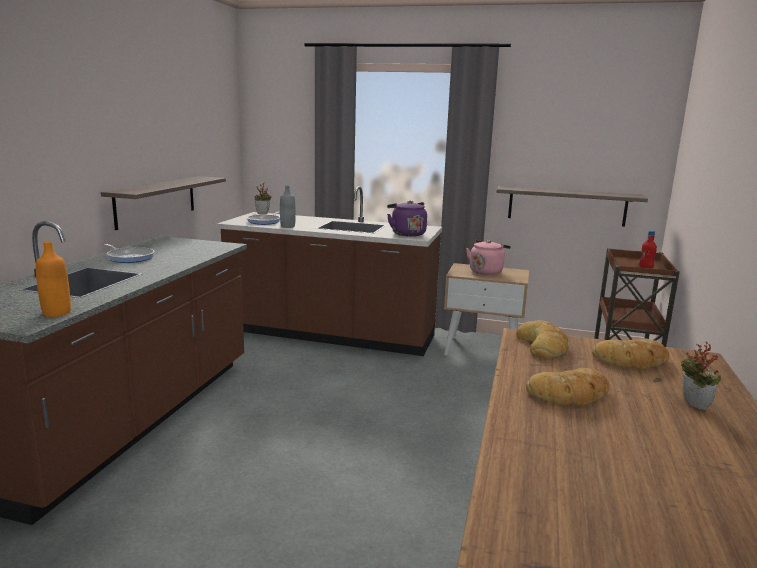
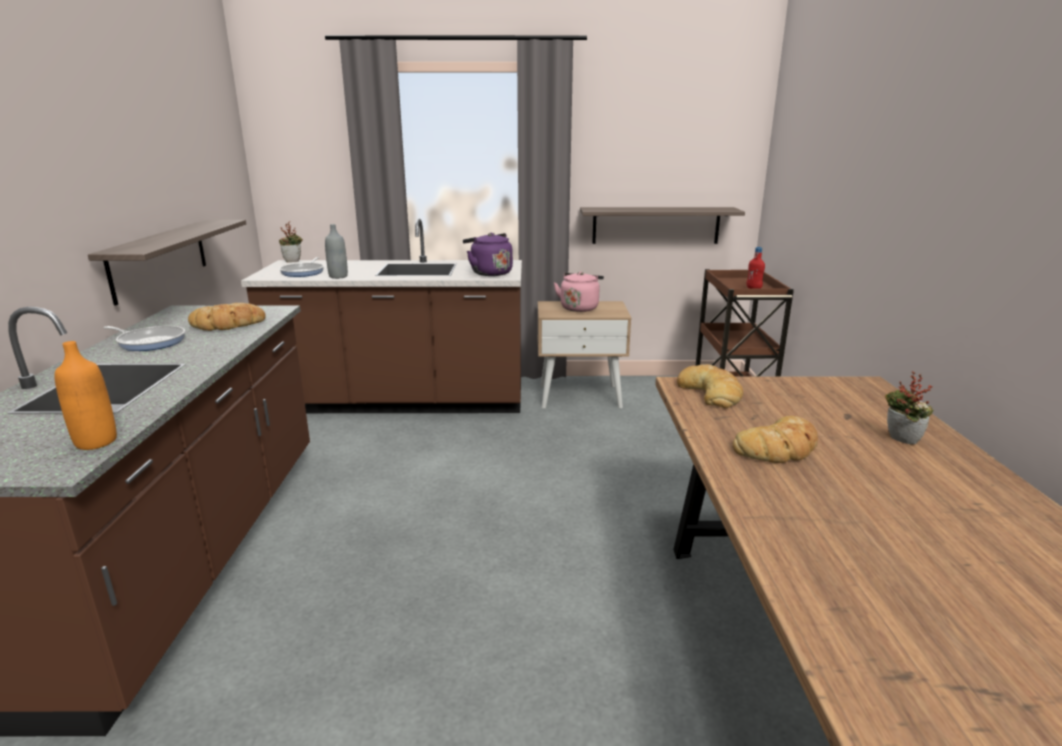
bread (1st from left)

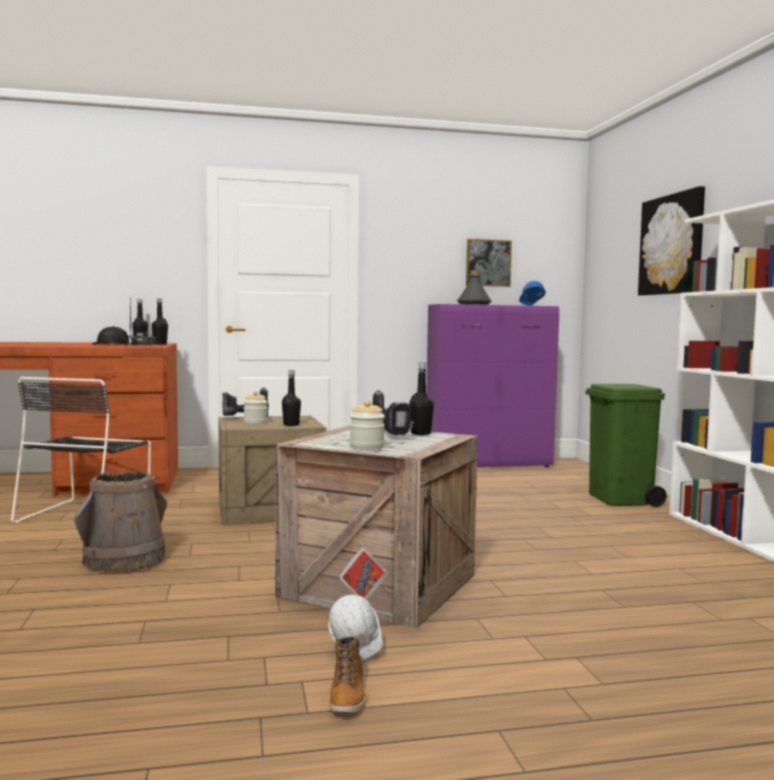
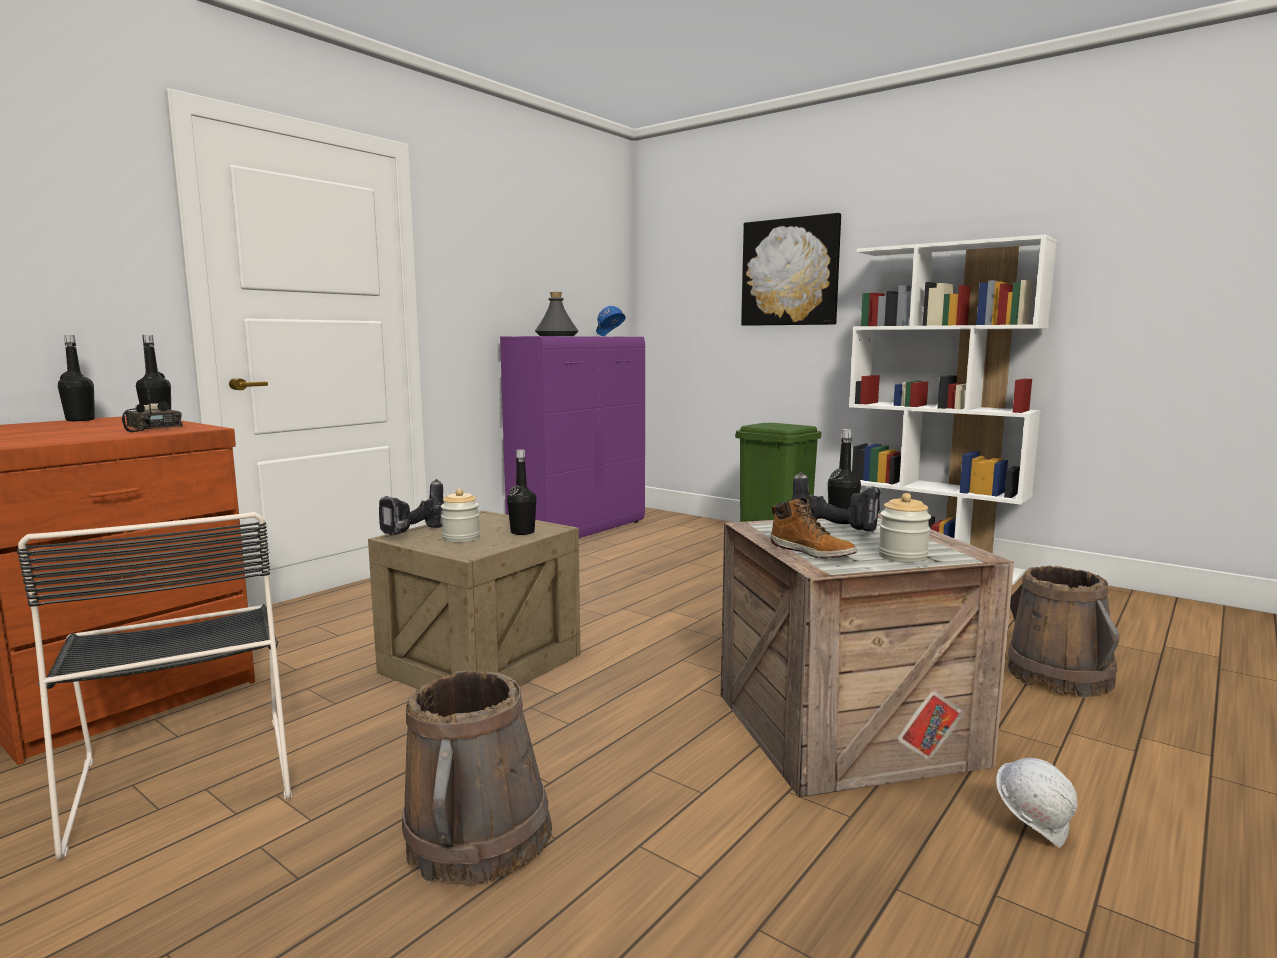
black cap; tall boot; wall art (1st from left in the first image); brown bucket (2nd from left)

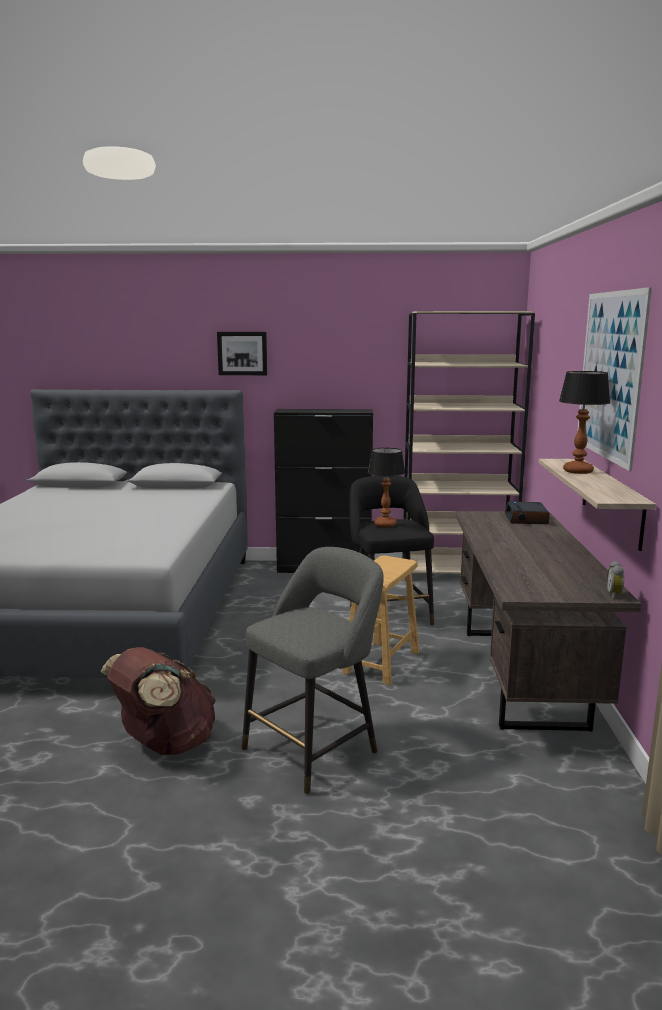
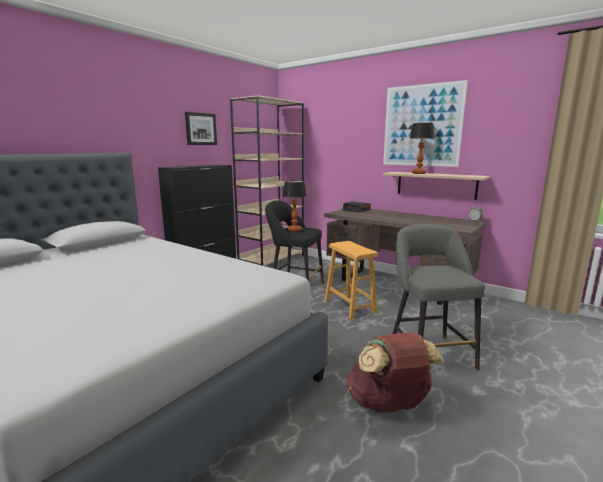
wall art (1st from left)

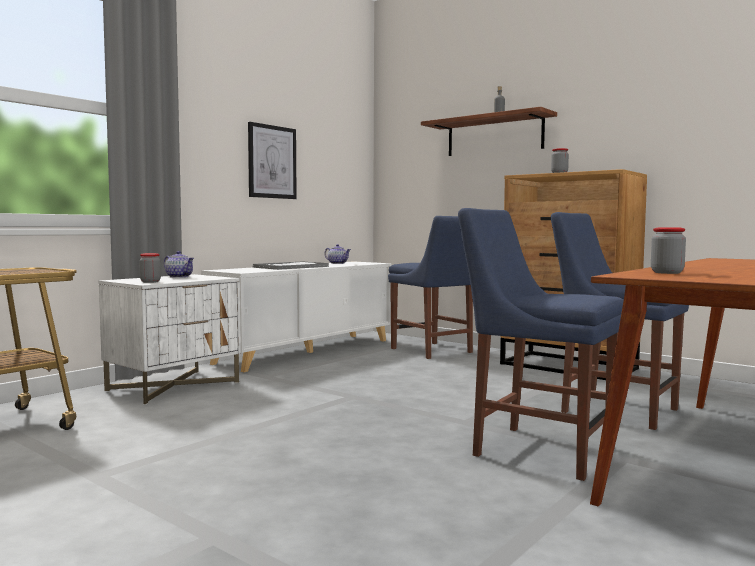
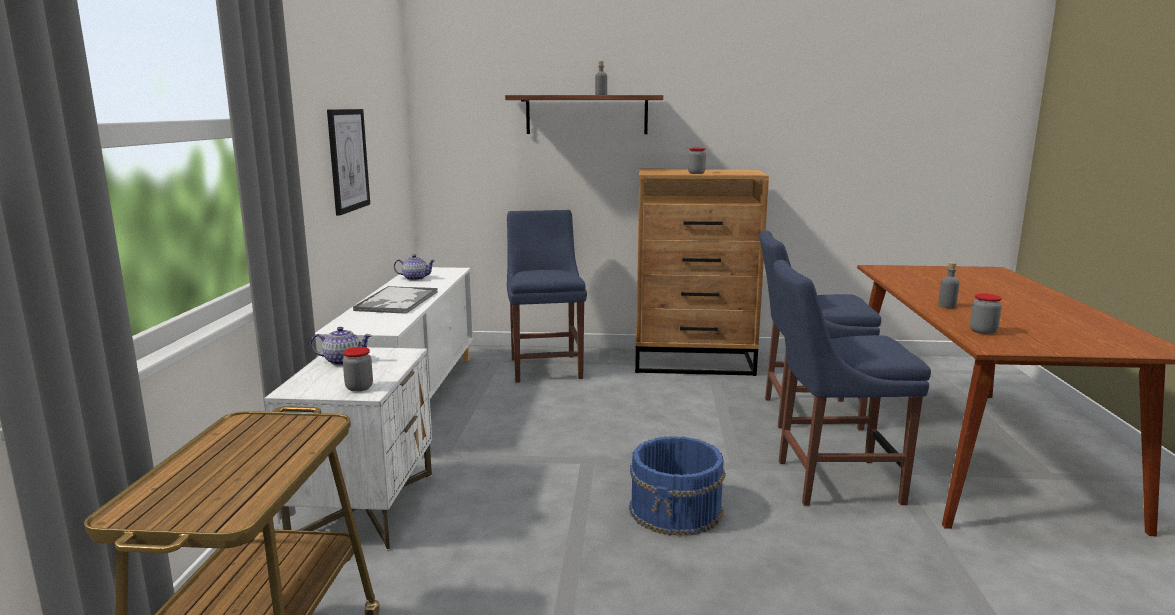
blue chair (1st from left); blue bucket; gray beverage bottle (2nd from left)

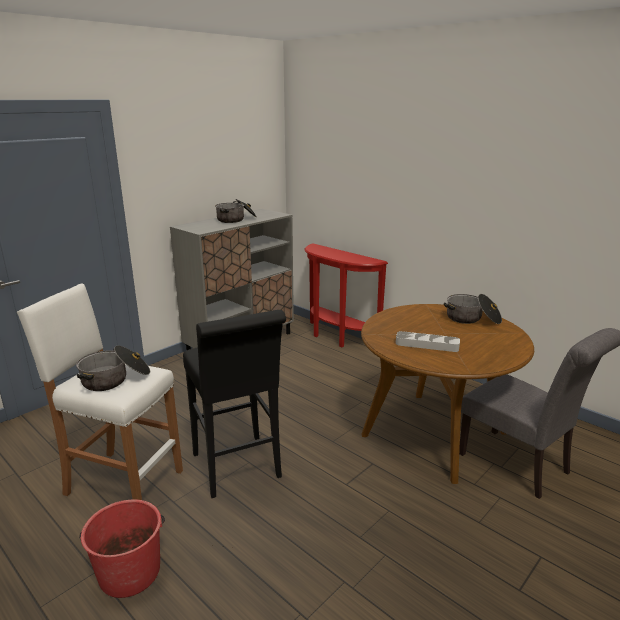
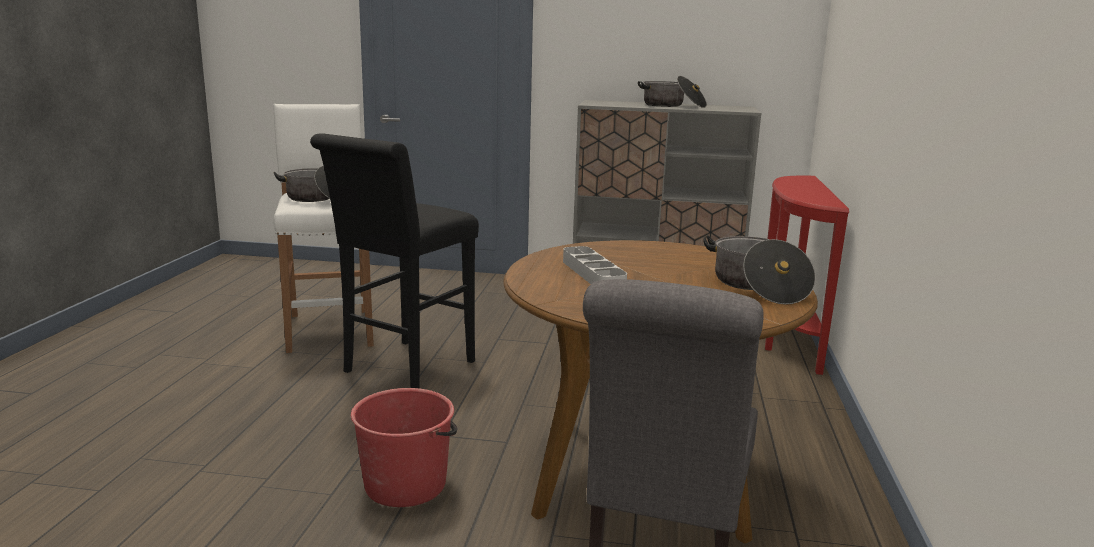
reddish bucket

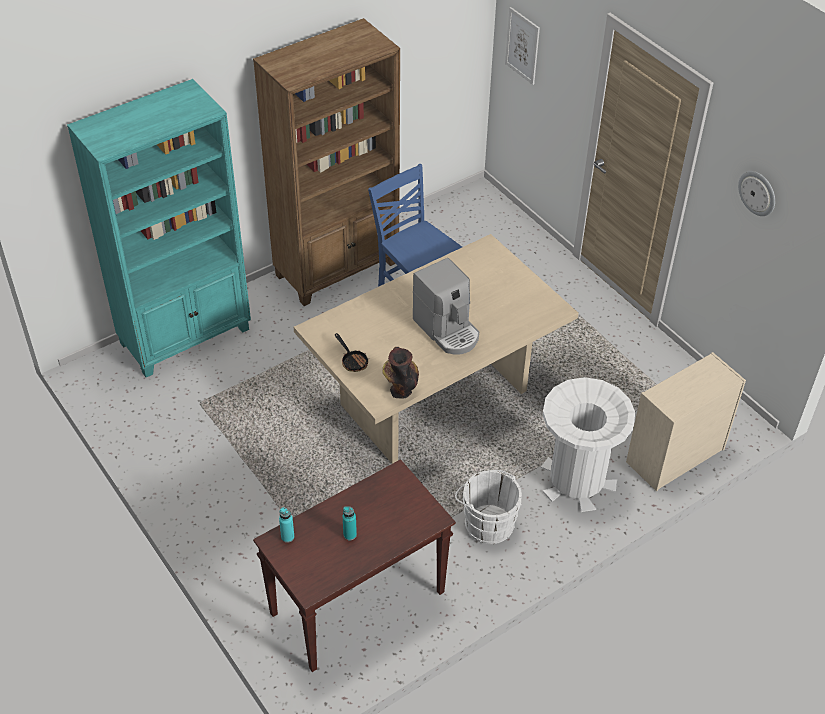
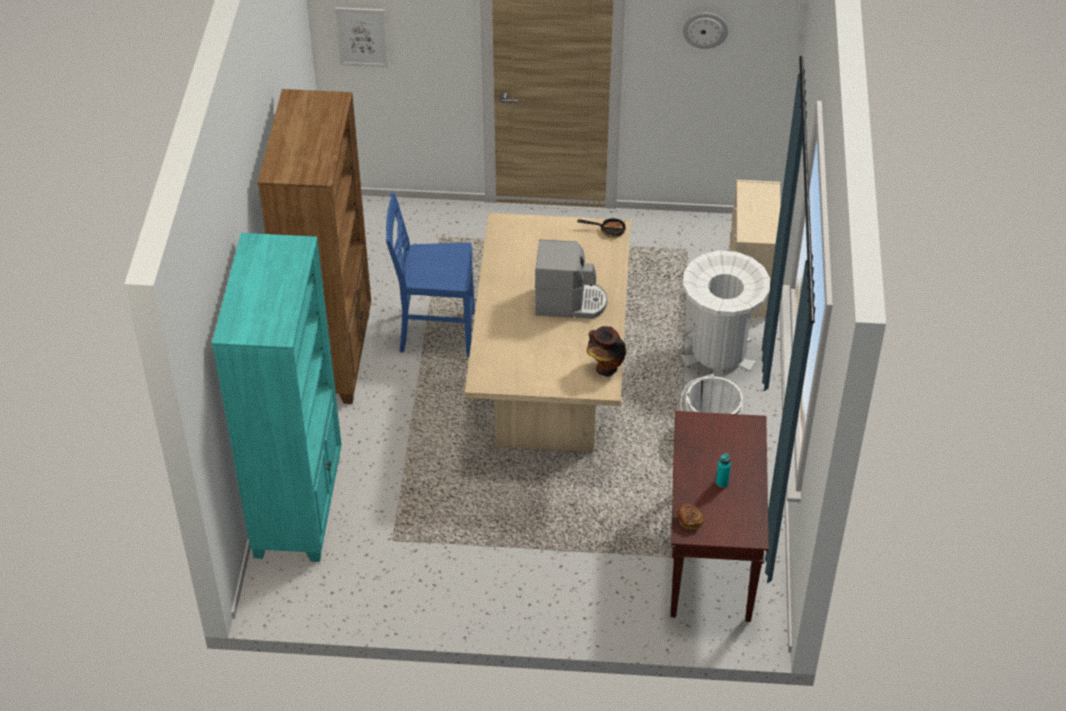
bread; pan

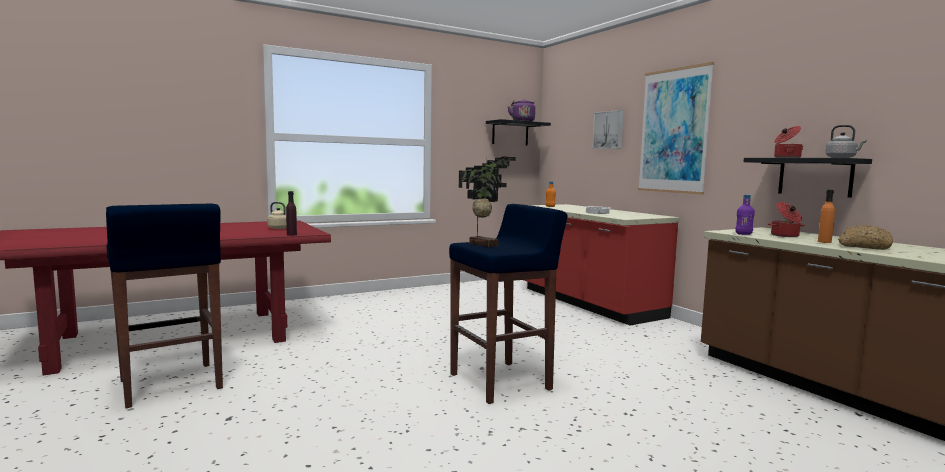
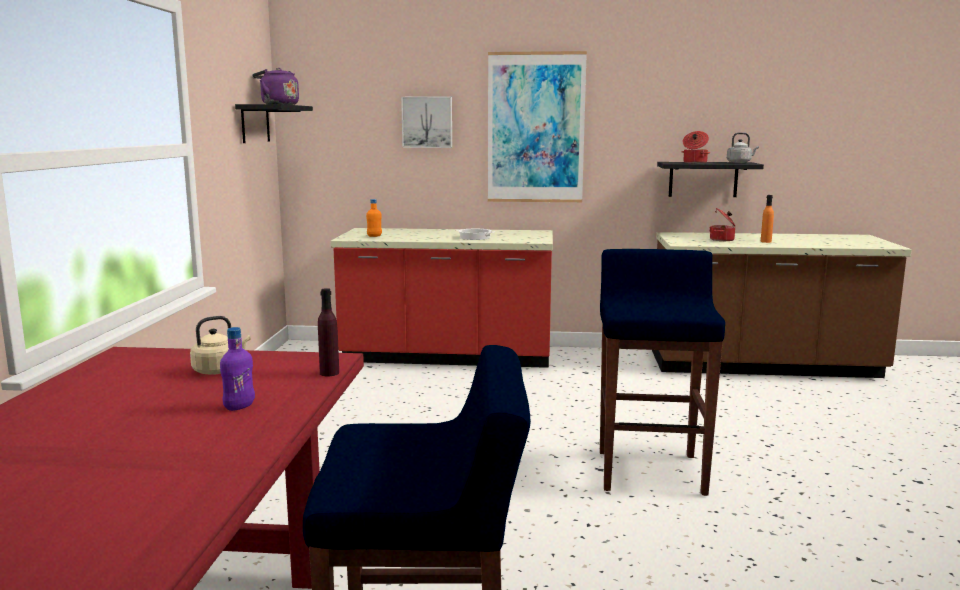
plant in a pot; purple beverage bottle (1st from left); bread

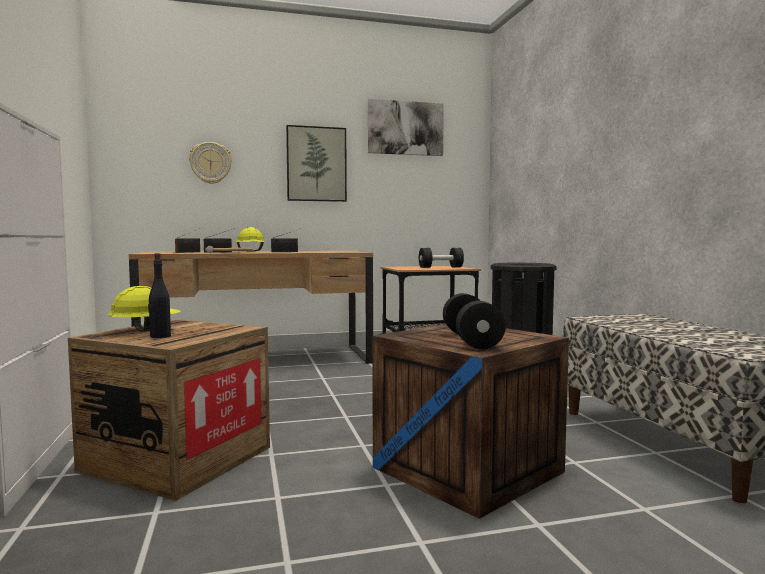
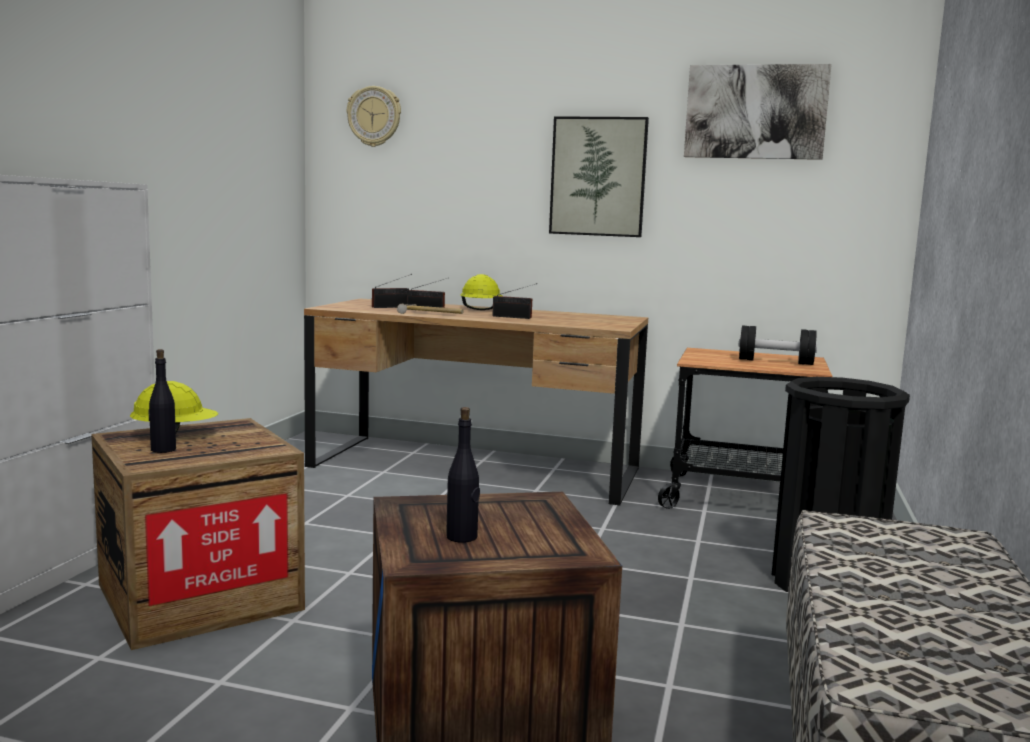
hanging clock; black beverage bottle (2nd from left)

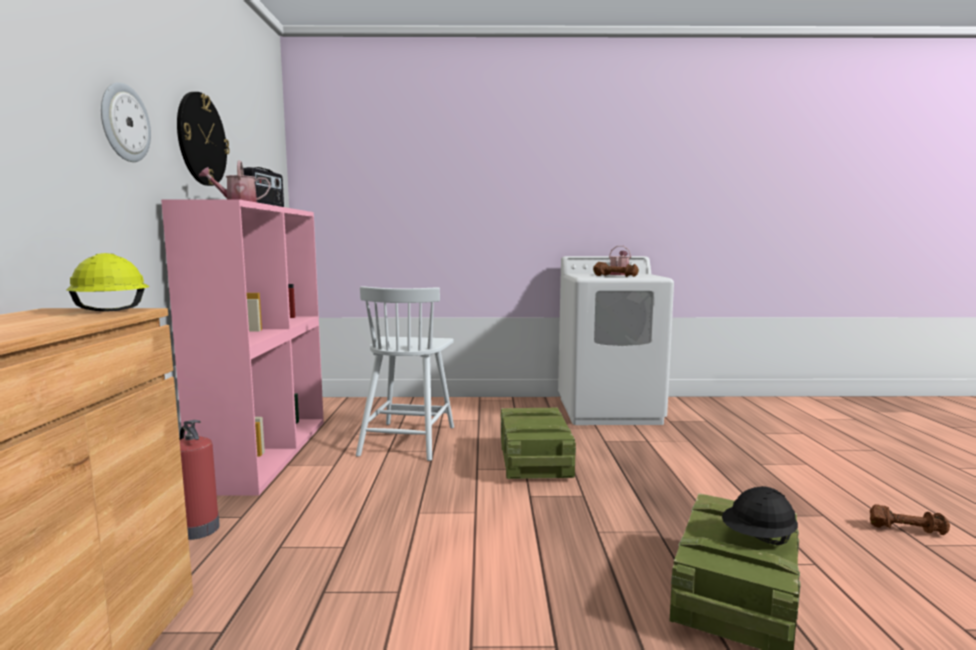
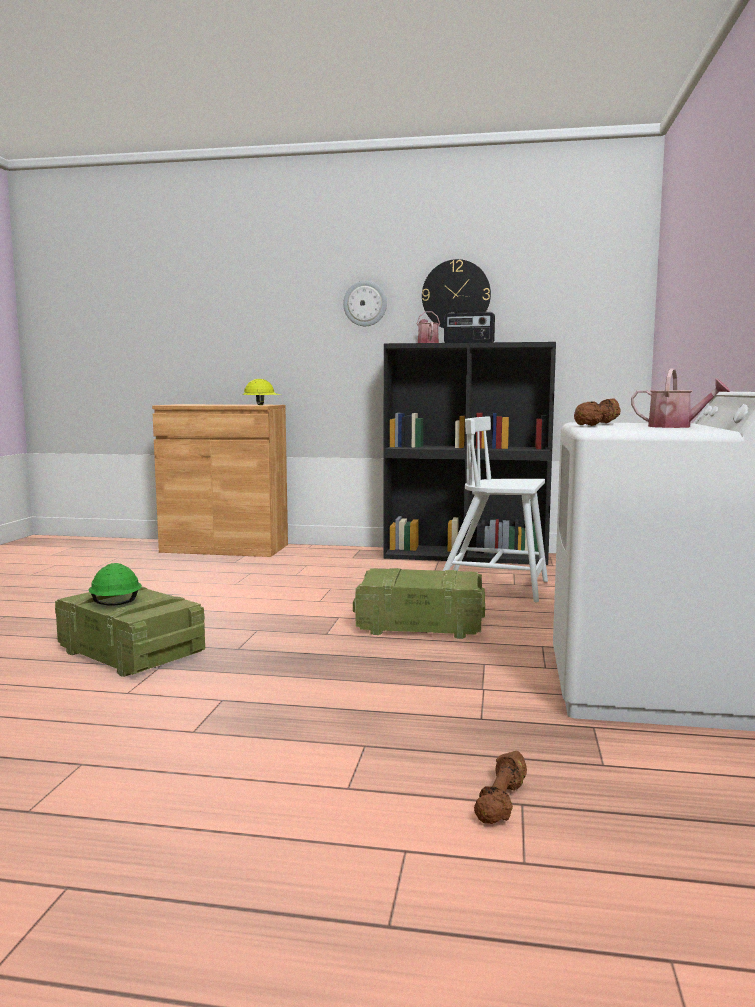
black shelving unit; fire-fighting cylinder; green work helmet; brown hand weight (1st from left)

